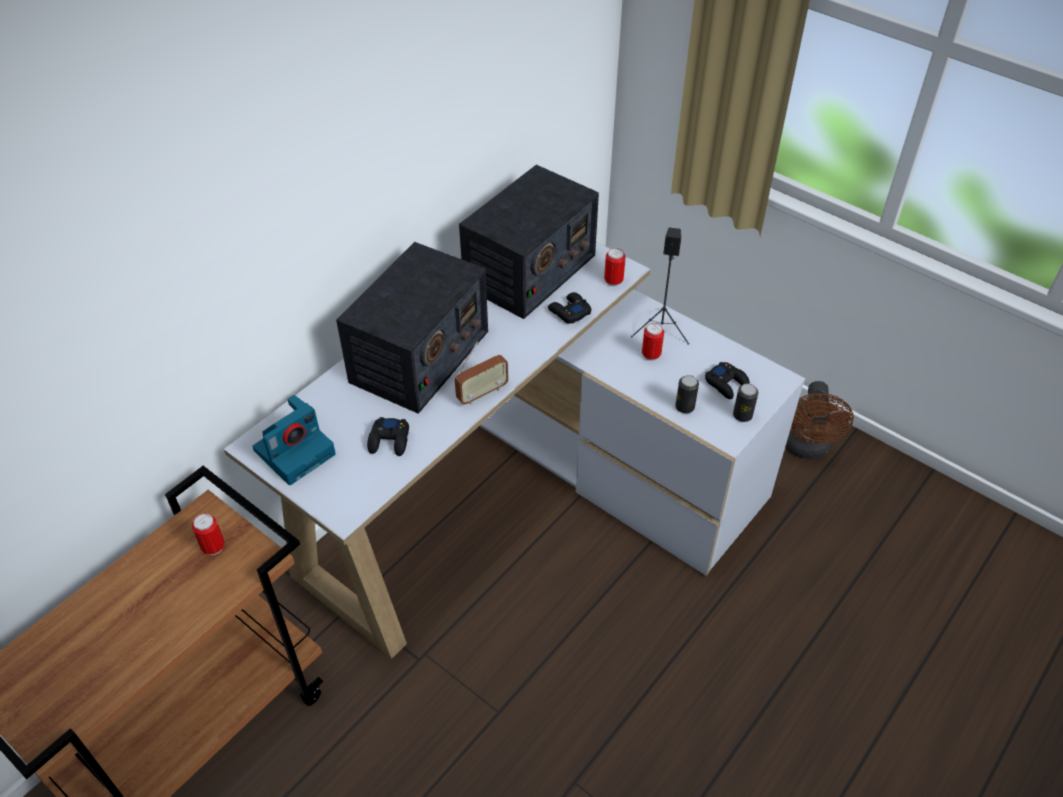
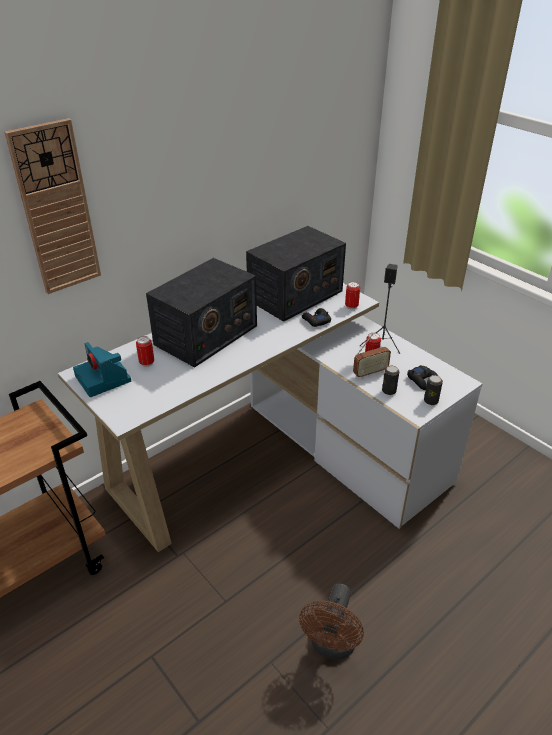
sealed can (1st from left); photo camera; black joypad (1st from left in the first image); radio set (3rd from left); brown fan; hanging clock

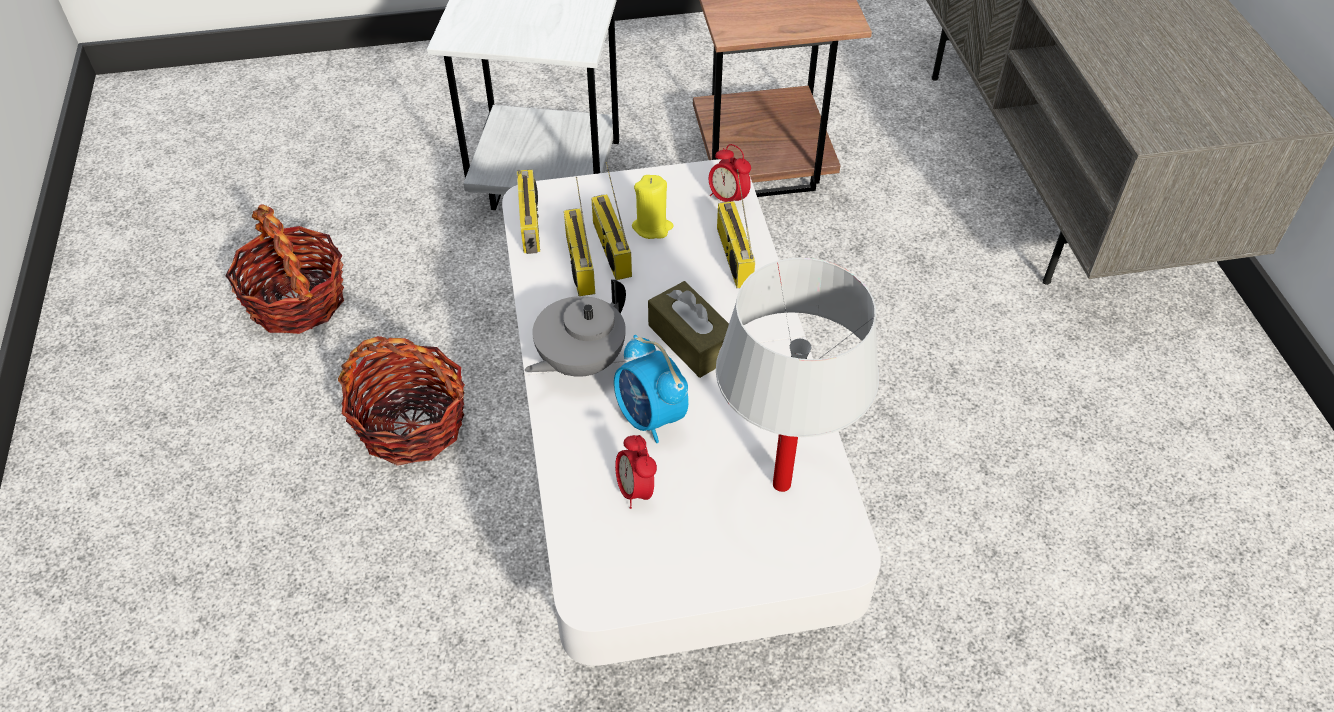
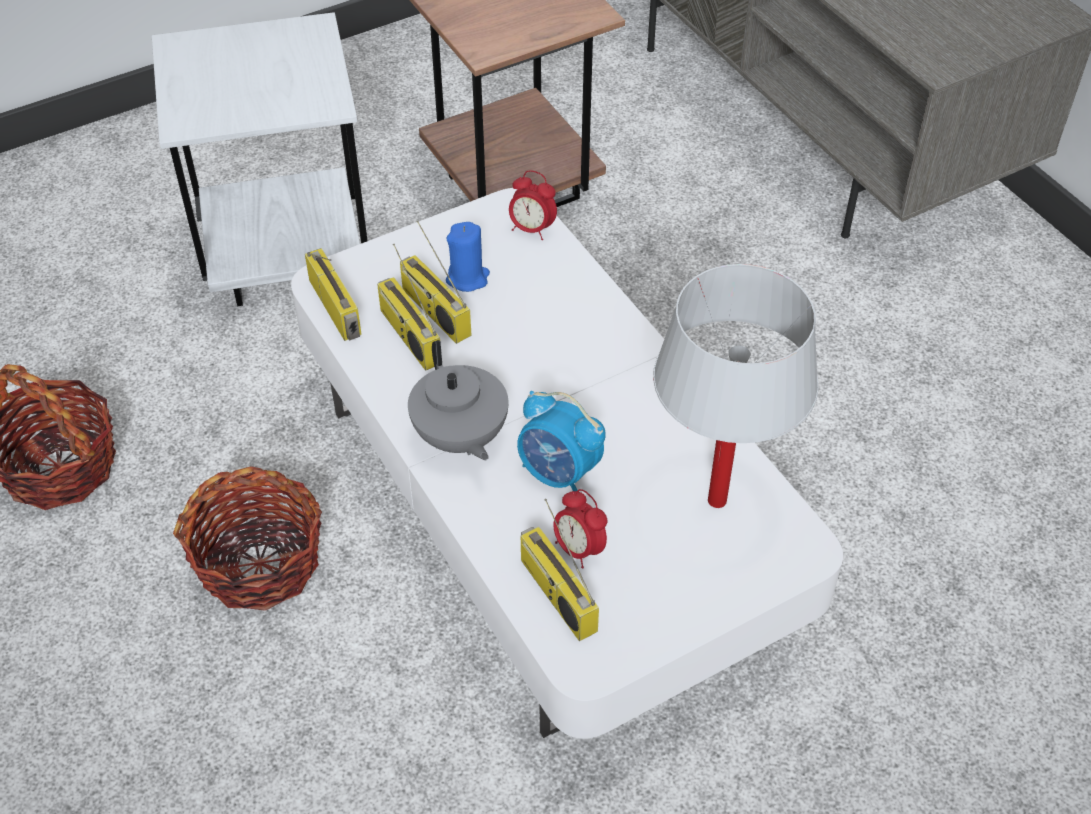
gray tea pot; blue wax candle; brown tissue box; radio set (4th from left)

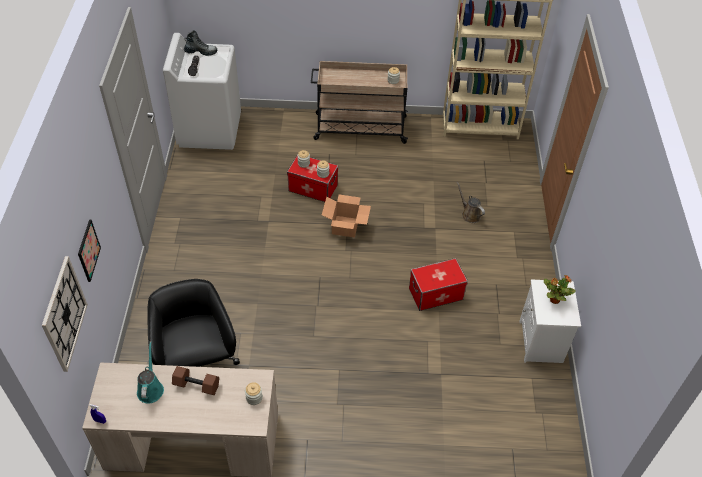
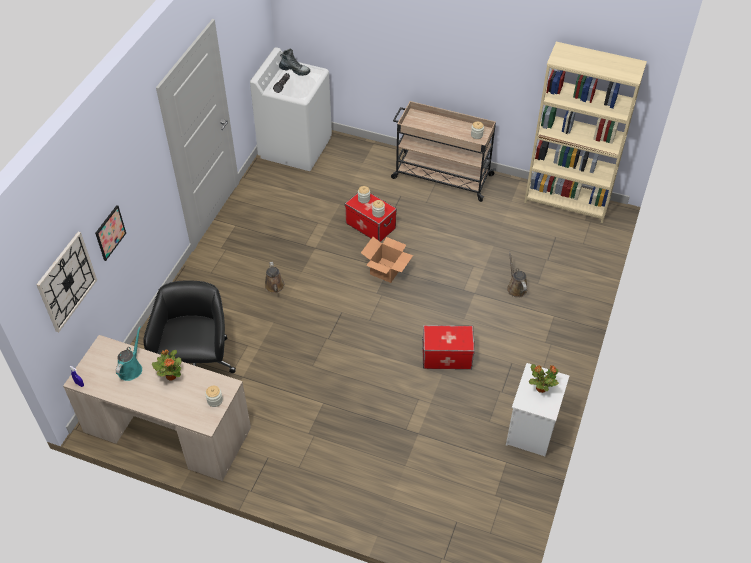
plant in a pot (1st from left); brown watering pot (1st from left)

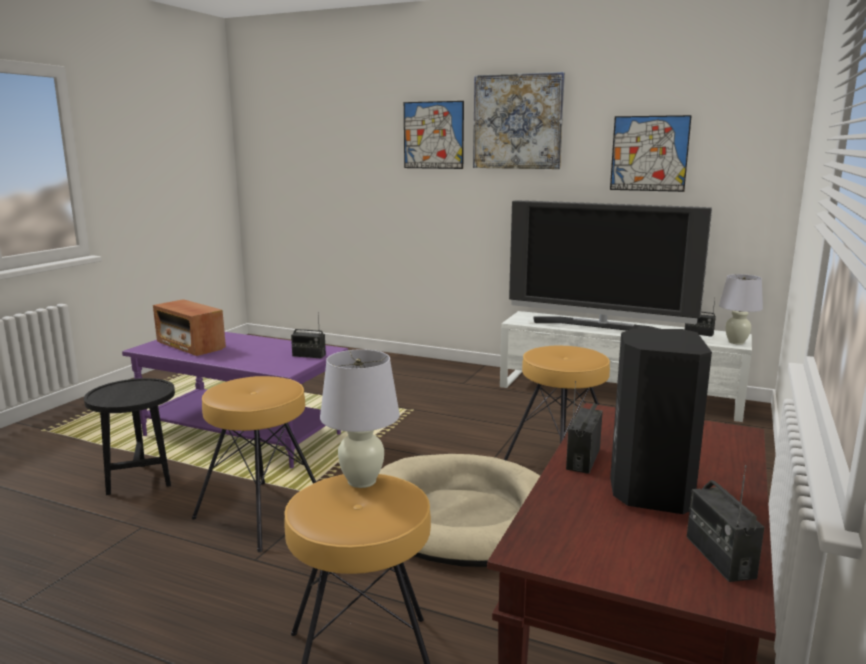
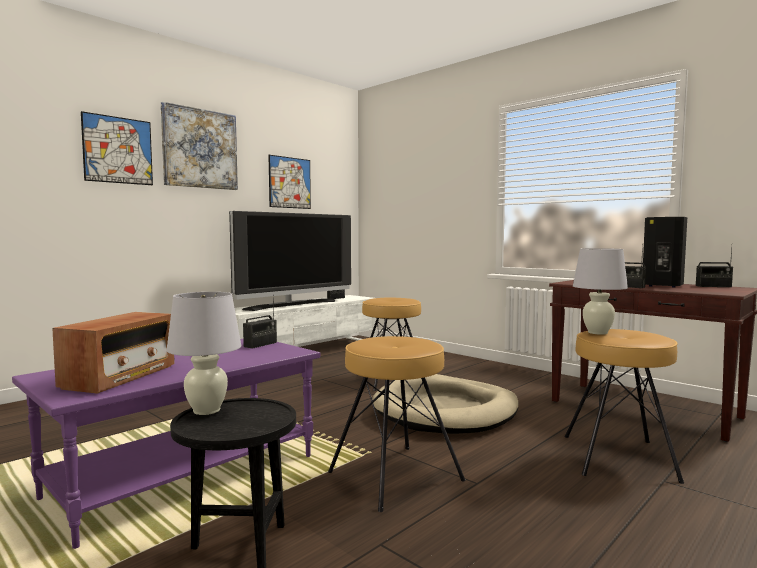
radio set (1st from left); whitish tabletop lamp (1st from left)

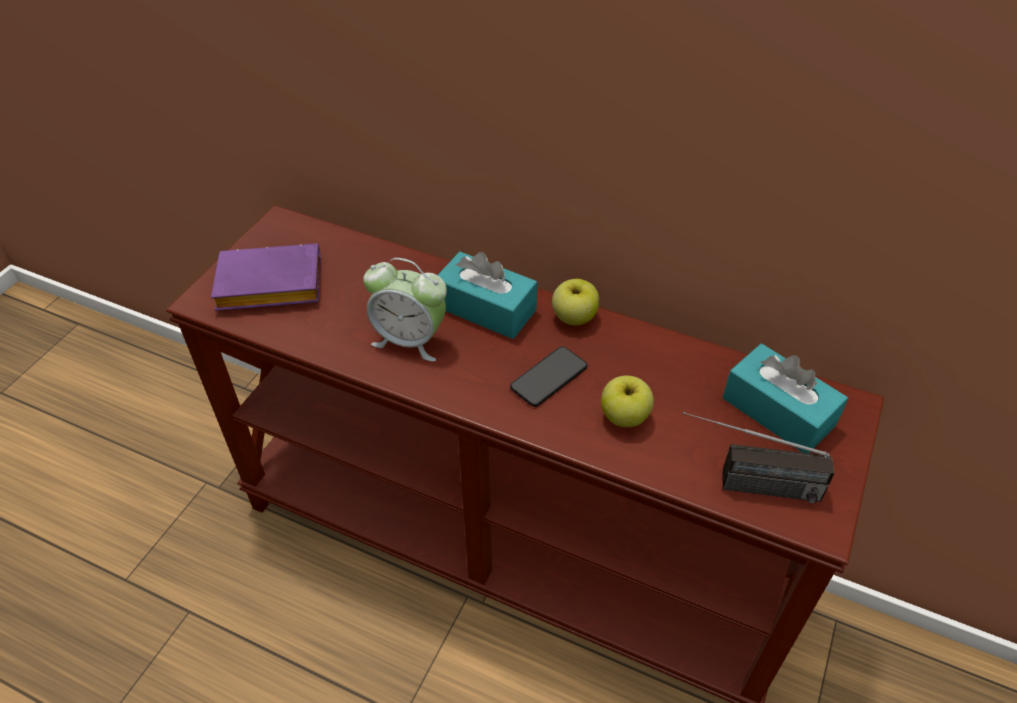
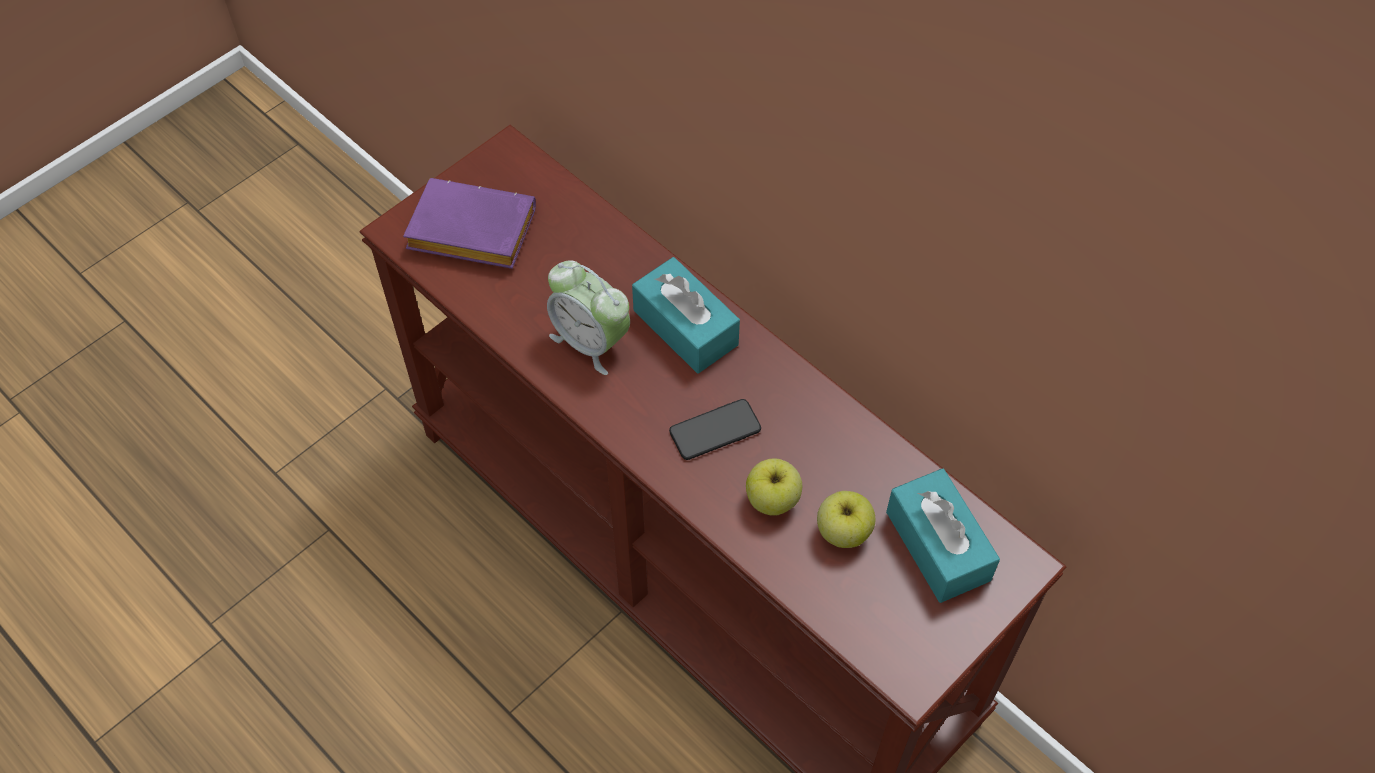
whole apple (2nd from left); radio set

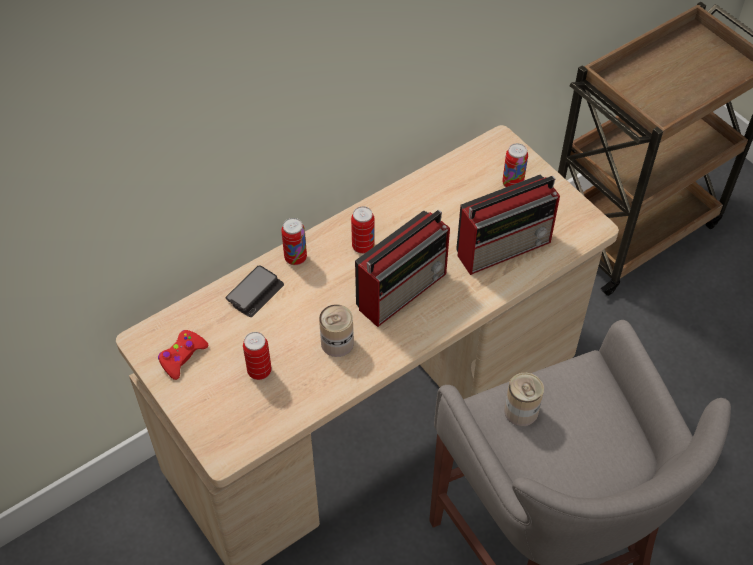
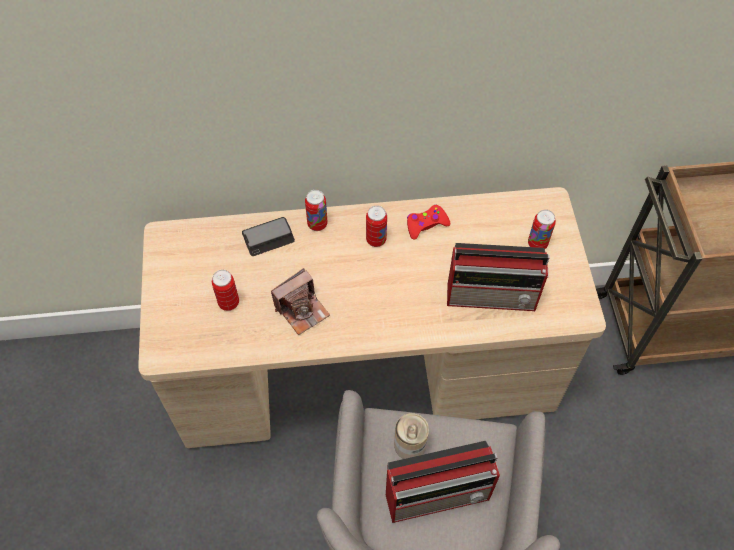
reddish joypad; photo camera; radio set (1st from left)

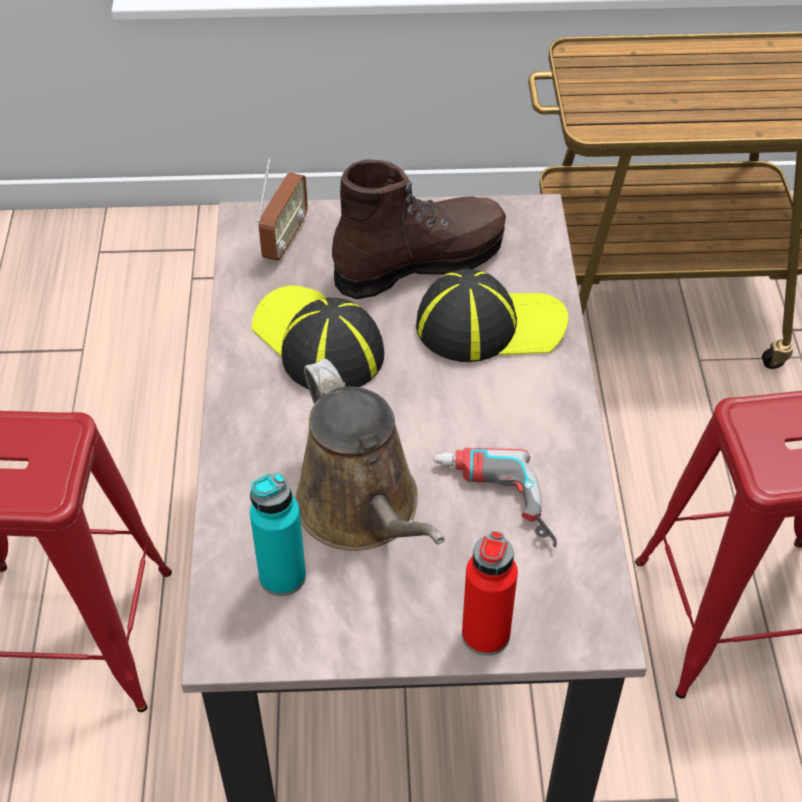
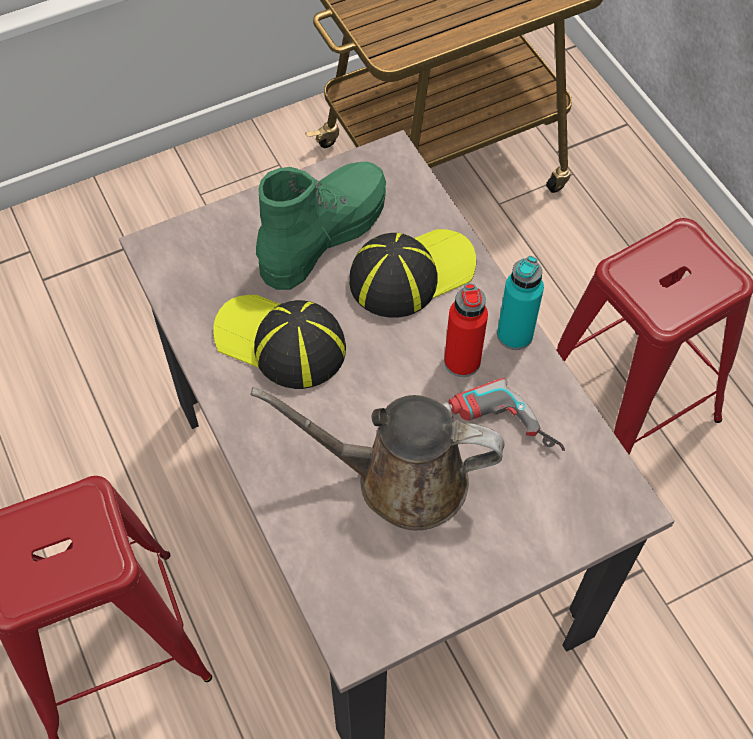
blue-green beverage bottle; radio set; brown watering pot; green tall boot; reddish beverage bottle

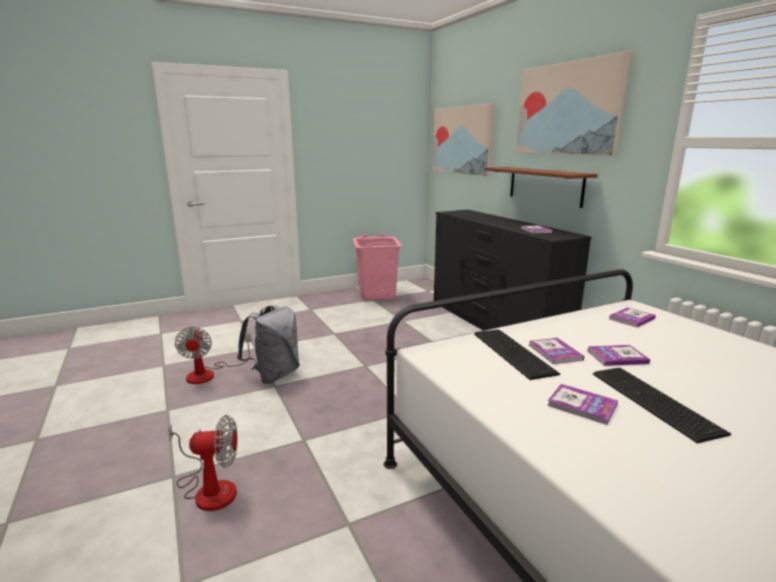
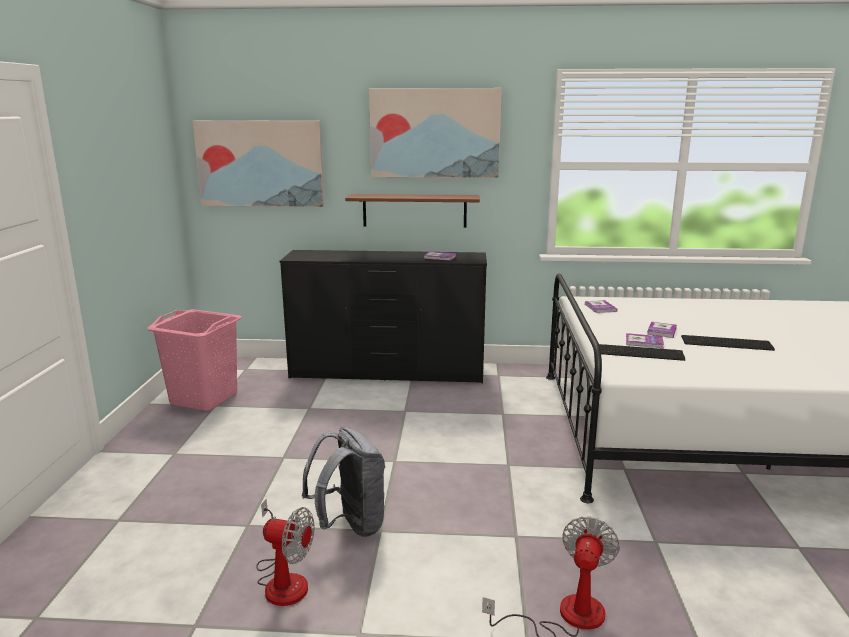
book (3rd from left in the first image)

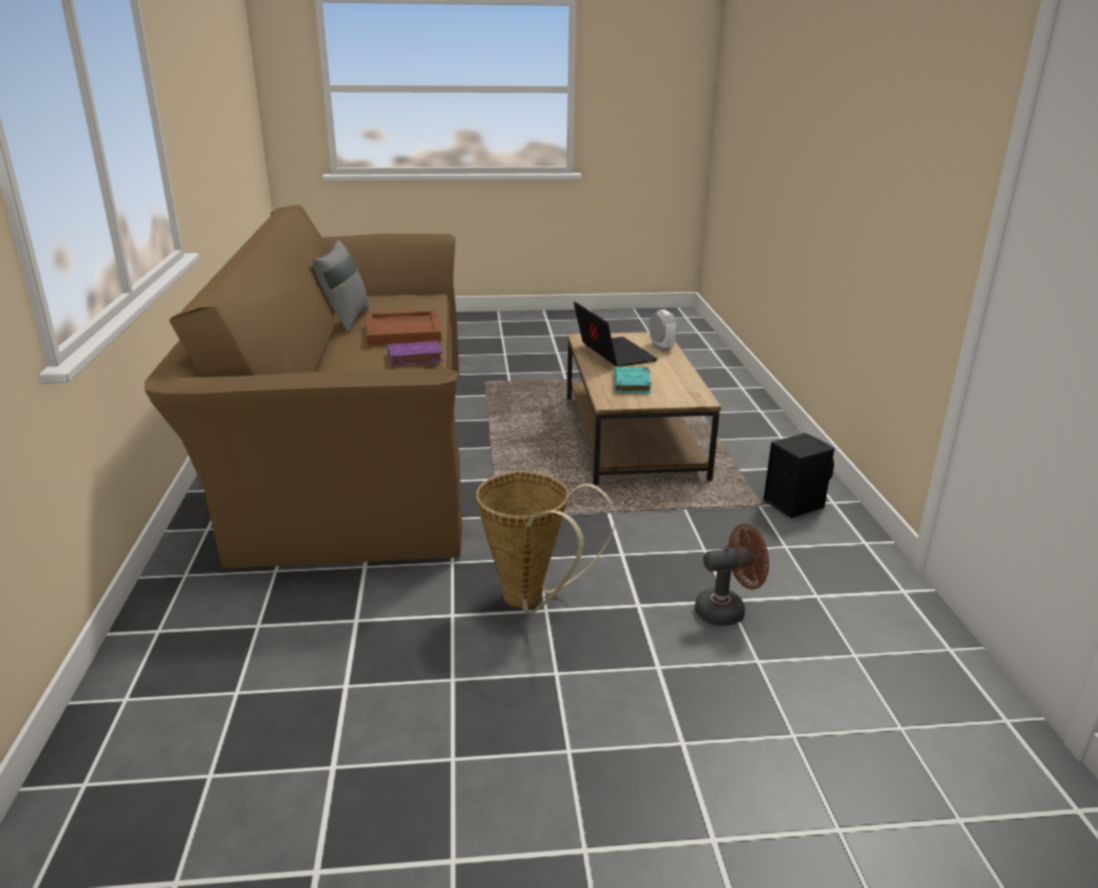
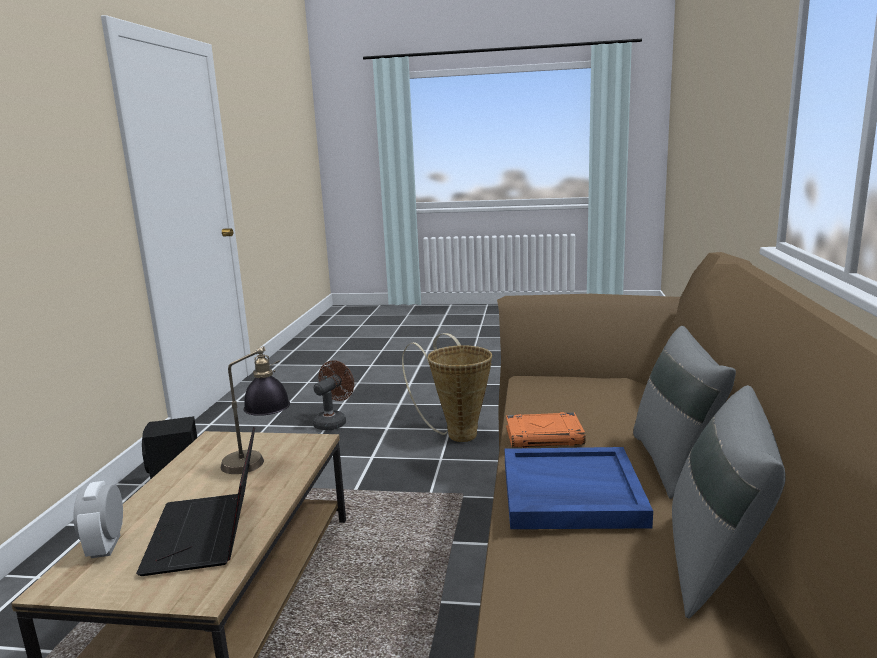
blue tray; orange-coloured book; tabletop lamp; brown fan; gray pillow (1st from left)

